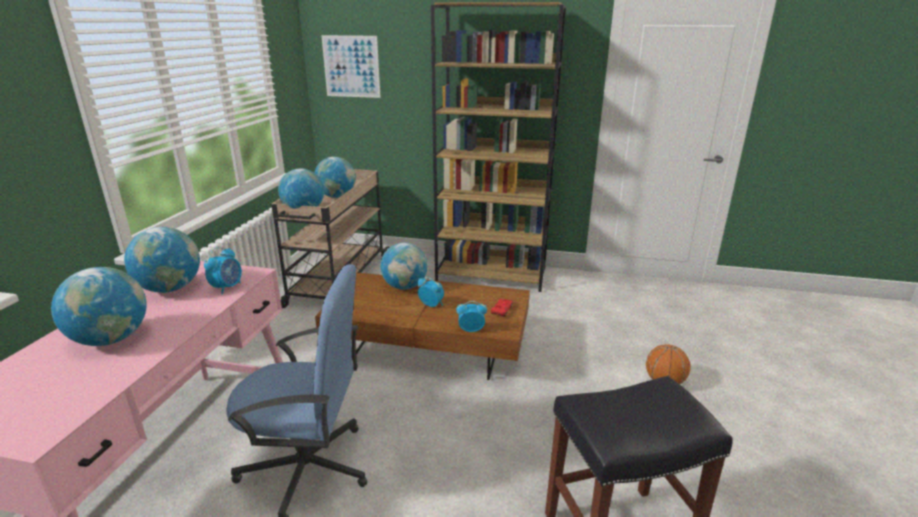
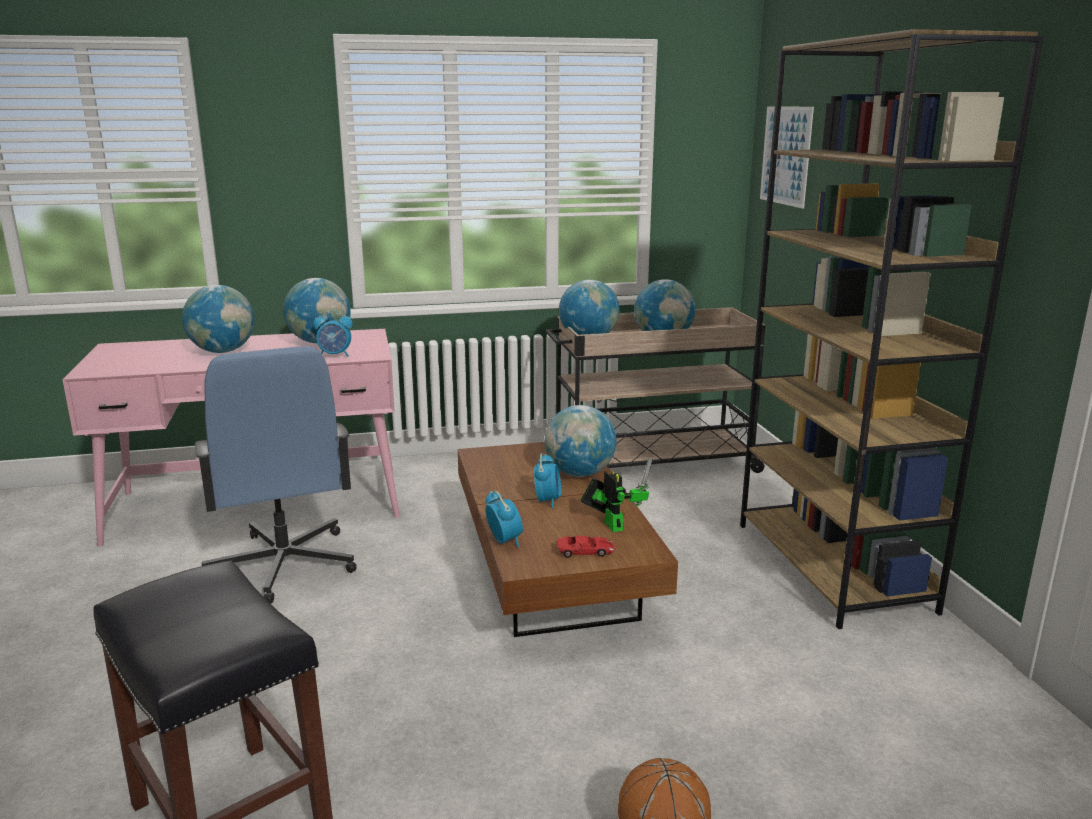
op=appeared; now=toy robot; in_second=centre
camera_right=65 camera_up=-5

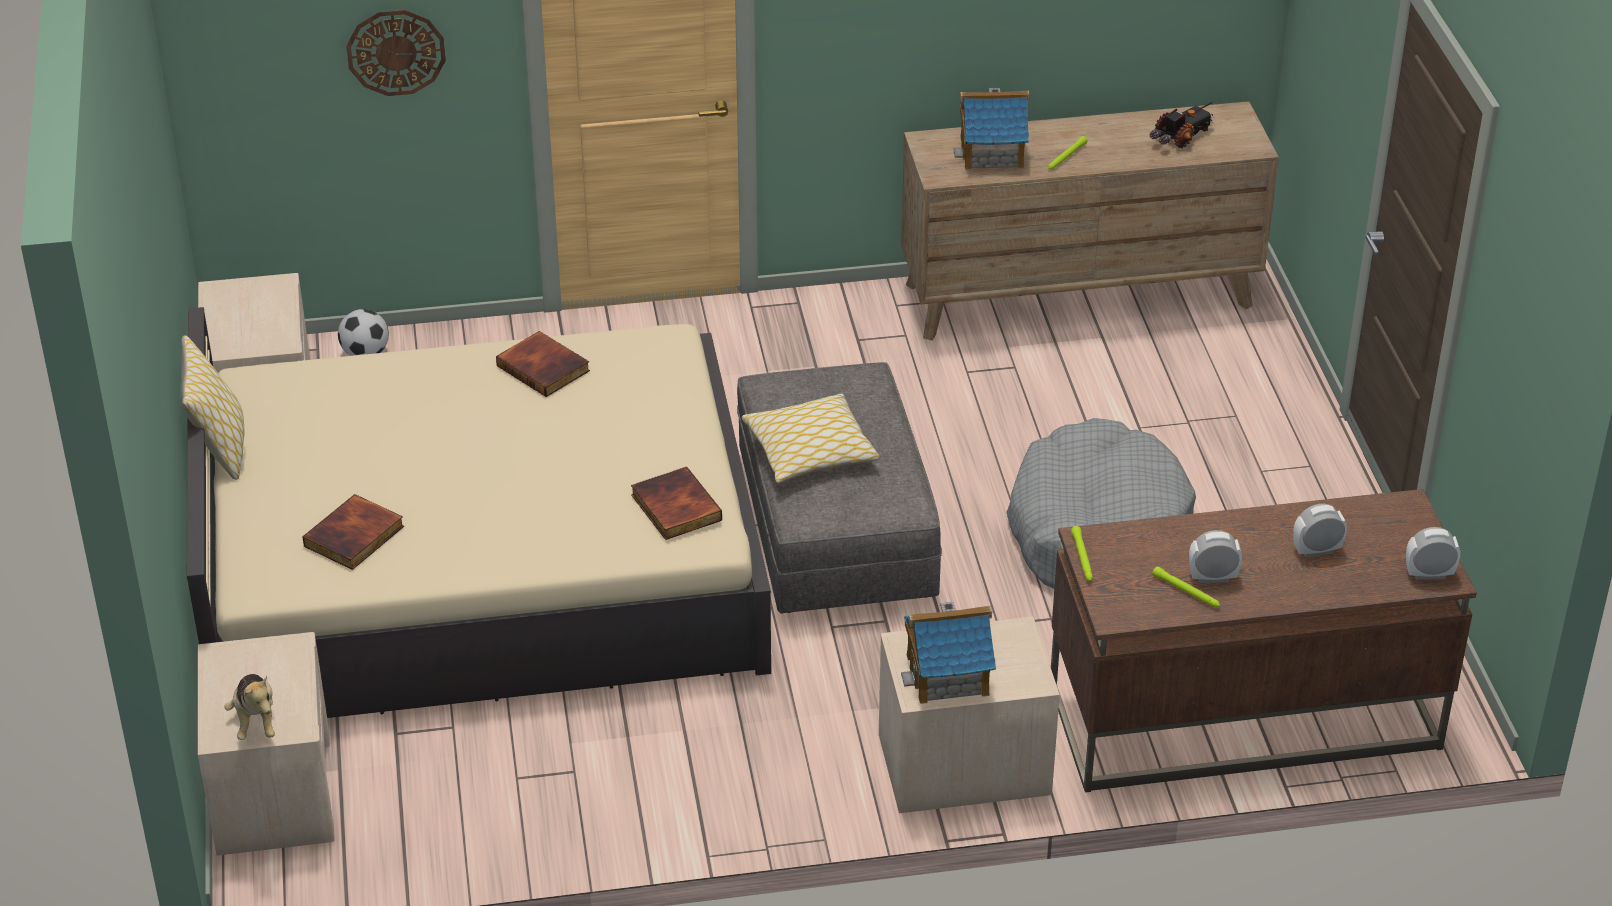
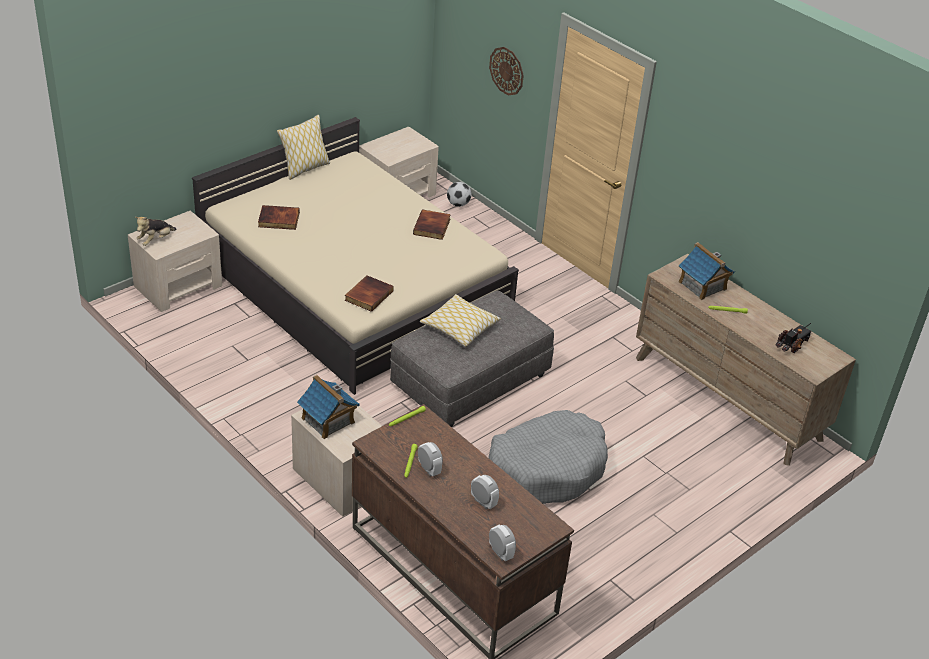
op=spun; was=toy truck; in_first=top right; in_second=middle right; clockwise=-60
camera_right=55 camera_up=0

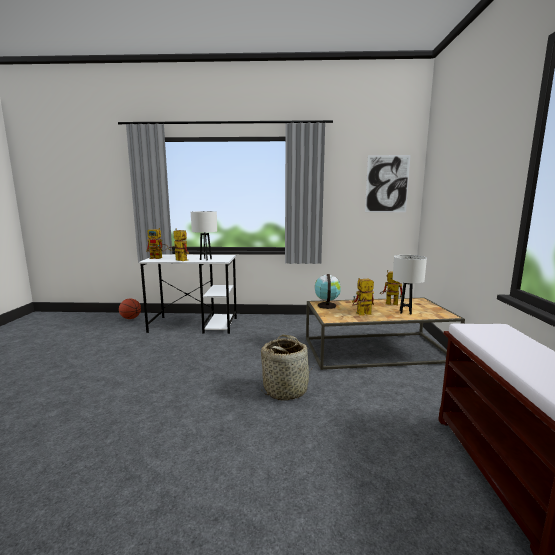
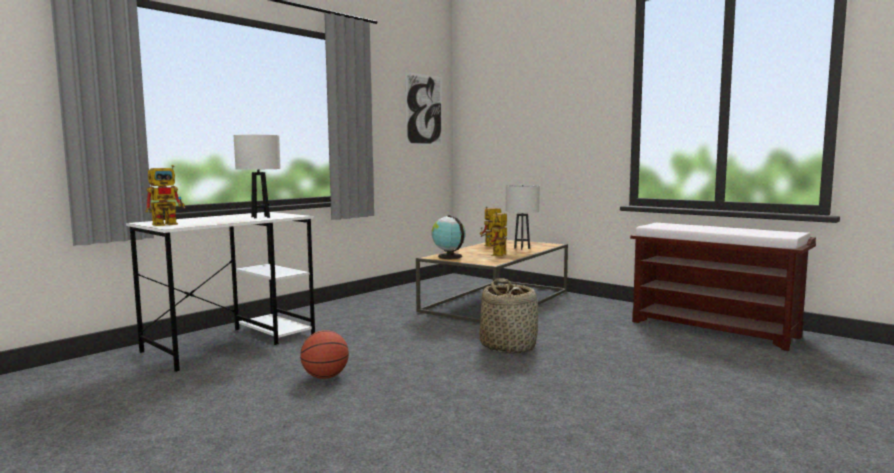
op=relocated; was=basketball; in_first=middle left; in_second=bottom centre
op=missing; was=toy robot (no. 2 from left); in_first=middle left
camera_right=-50 camera_up=-5

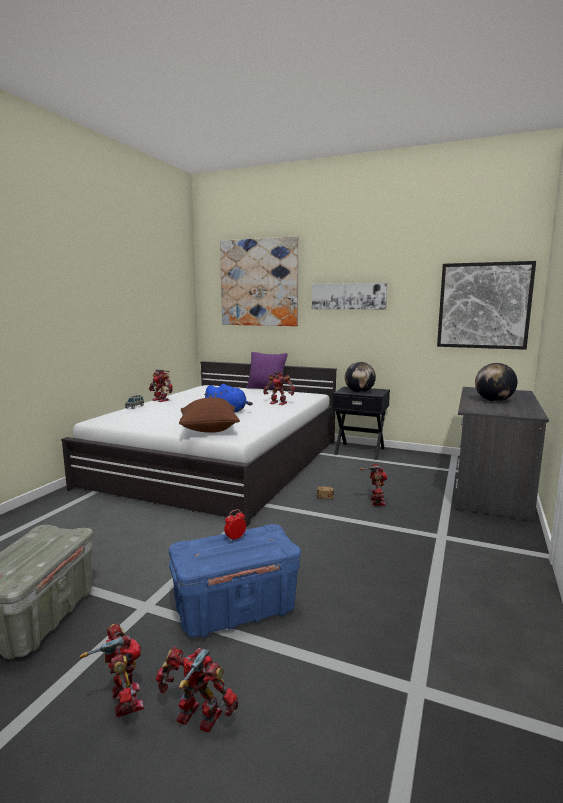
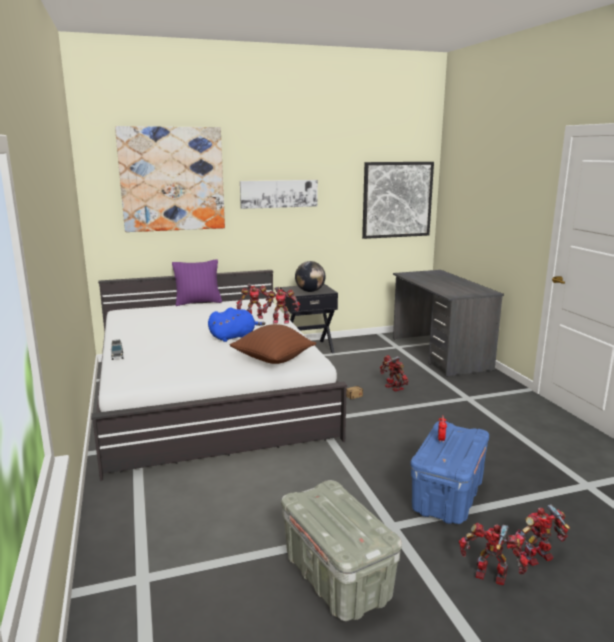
op=relocated; was=toy robot (no. 2 from left); in_first=middle left; in_second=centre
op=missing; was=globe (no. 2 from left); in_first=middle right
camera_right=-40 camera_up=5

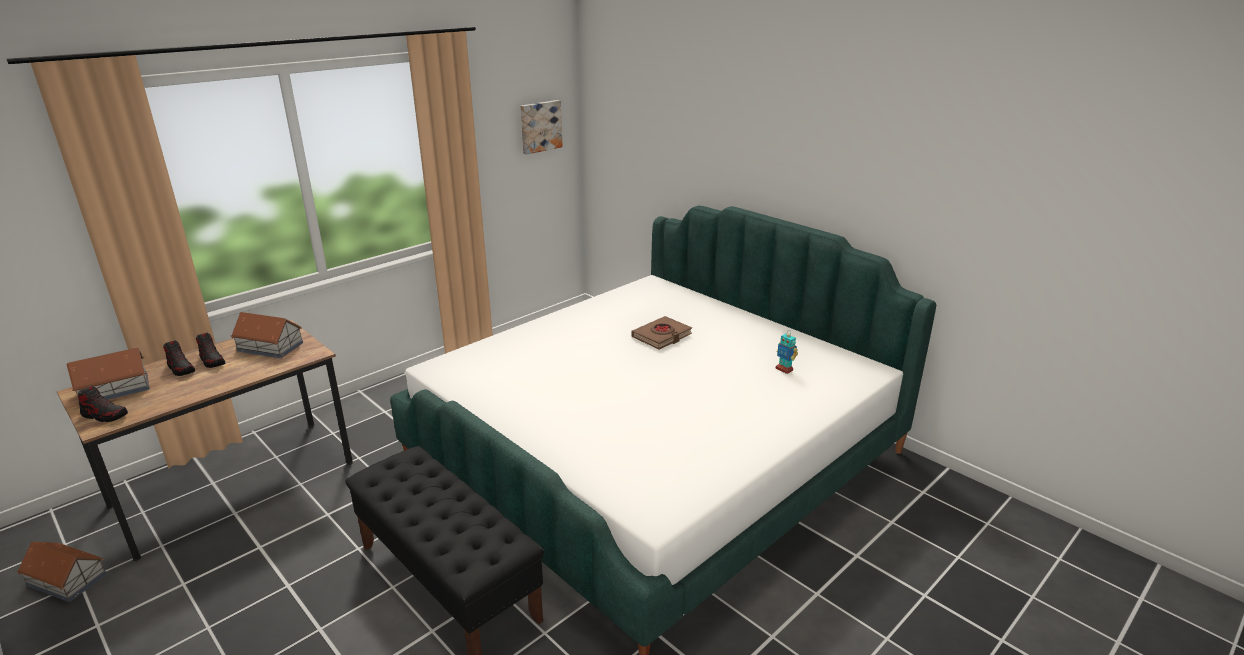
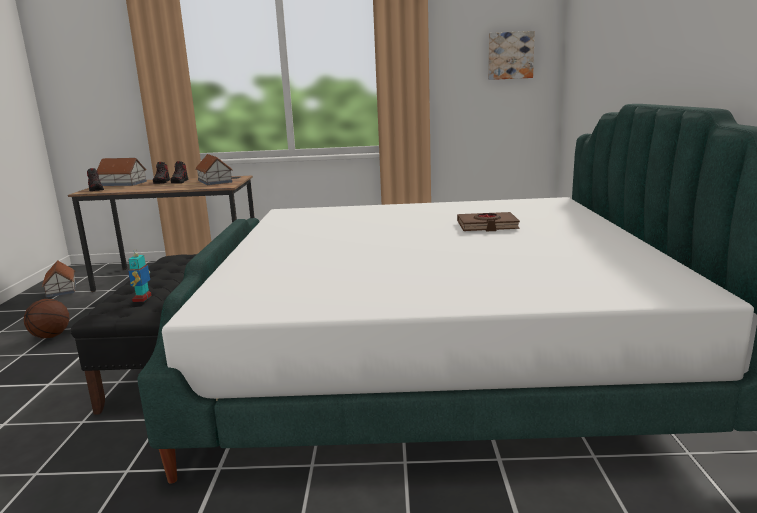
op=relocated; was=toy robot; in_first=centre; in_second=middle left
op=appeared; now=basketball; in_second=middle left
camera_right=45 camera_up=-10

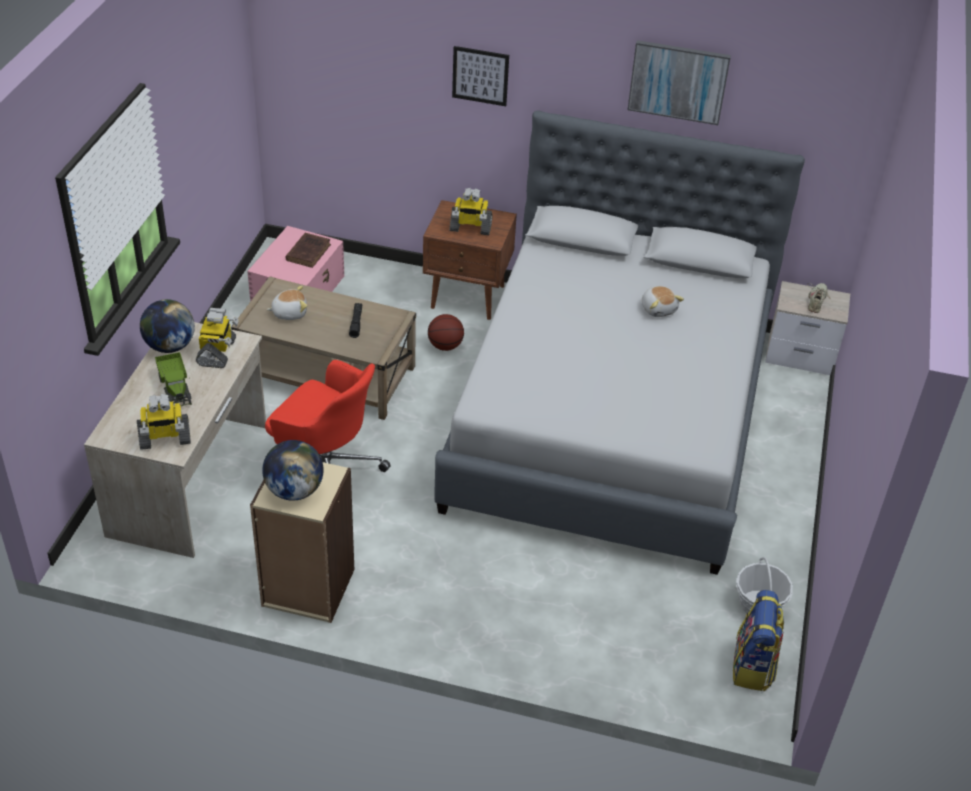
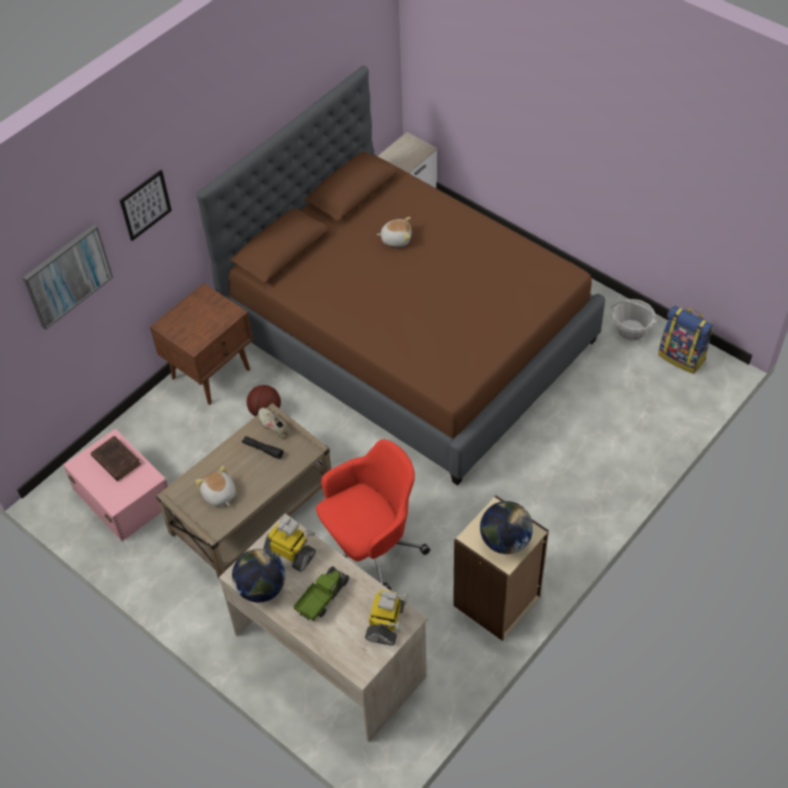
op=spun; was=toy truck; in_first=middle left; in_second=bottom centre; clockwise=-60
op=spun; was=plush toy (no. 1 from left); in_first=middle left; in_second=middle left; clockwise=-45
op=colour; was=grey bed; now=brown bed; in_first=centre; in_second=centre
op=missing; was=toy robot (no. 3 from left); in_first=top centre
op=relocated; was=picture (no. 2 from left in the first image); now=picture (no. 1 from left); in_first=top right; in_second=middle left
op=relocated; was=beige shoe; in_first=middle right; in_second=centre
camera_right=-60 camera_up=10

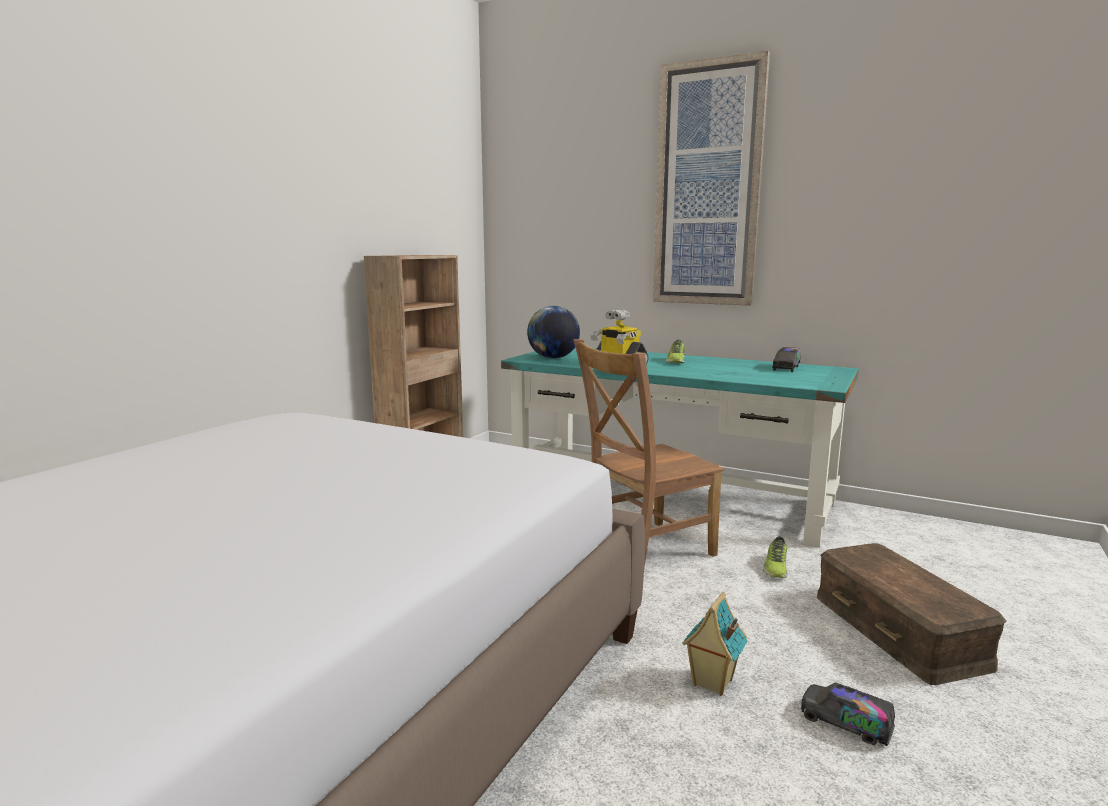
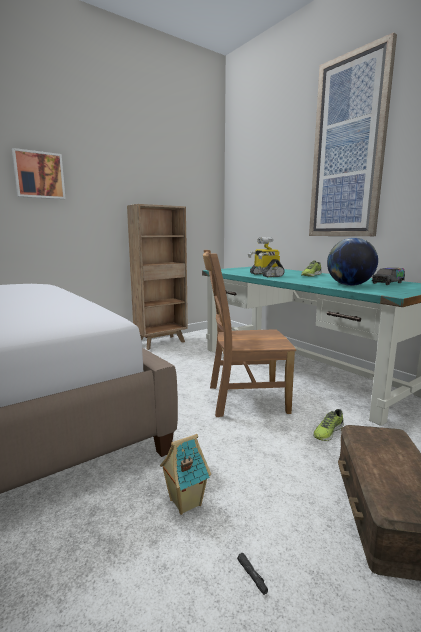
op=relocated; was=globe; in_first=centre; in_second=middle right
op=exchanged; was=toy truck (no. 2 from left); now=black flashlight; in_first=bottom right; in_second=bottom centre
op=appeared; now=picture (no. 1 from left); in_second=top left
camera_right=25 camera_up=0

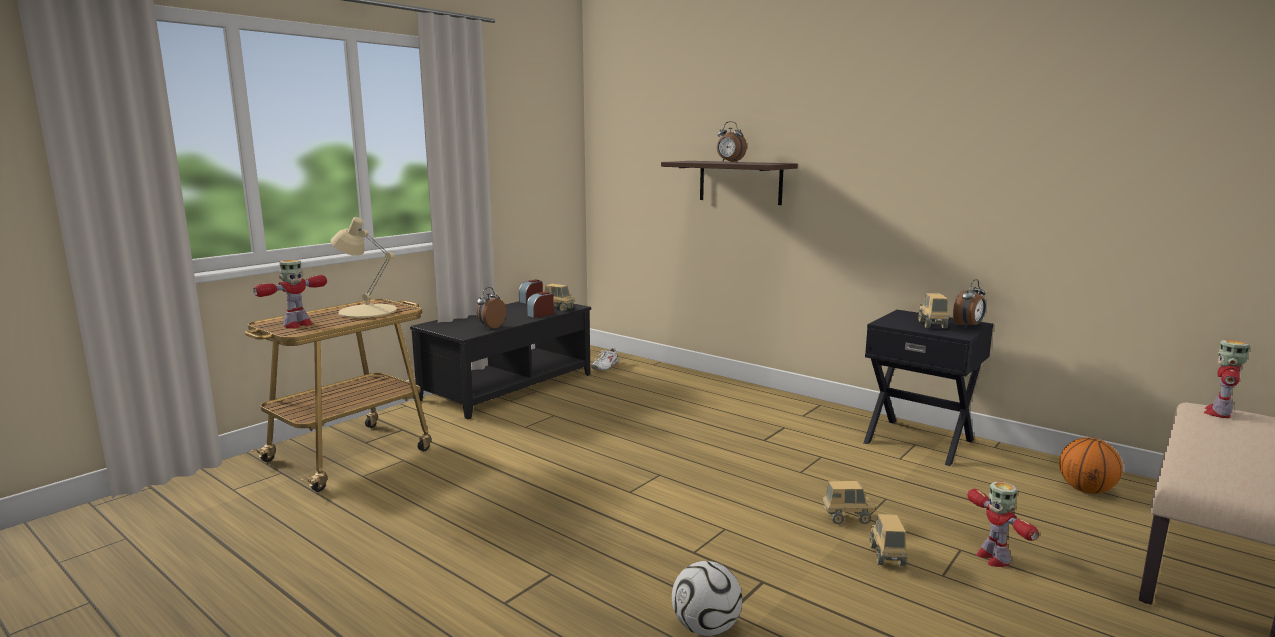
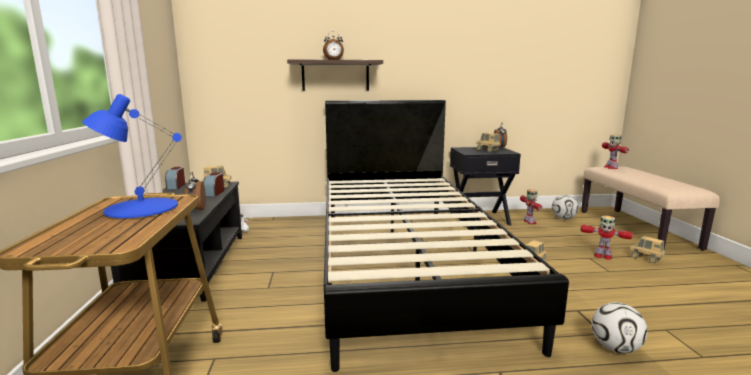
op=relocated; was=toy robot (no. 1 from left); in_first=middle left; in_second=middle right
op=colour; was=beige table lamp; now=blue table lamp; in_first=middle left; in_second=middle left
op=relocated; was=toy truck (no. 3 from left in the first image); now=toy truck (no. 4 from left); in_first=bottom right; in_second=middle right
op=exchanged; was=basketball; now=football (no. 1 from left); in_first=bottom right; in_second=middle right
op=appeared; now=black bed; in_second=centre
camera_right=-45 camera_up=0

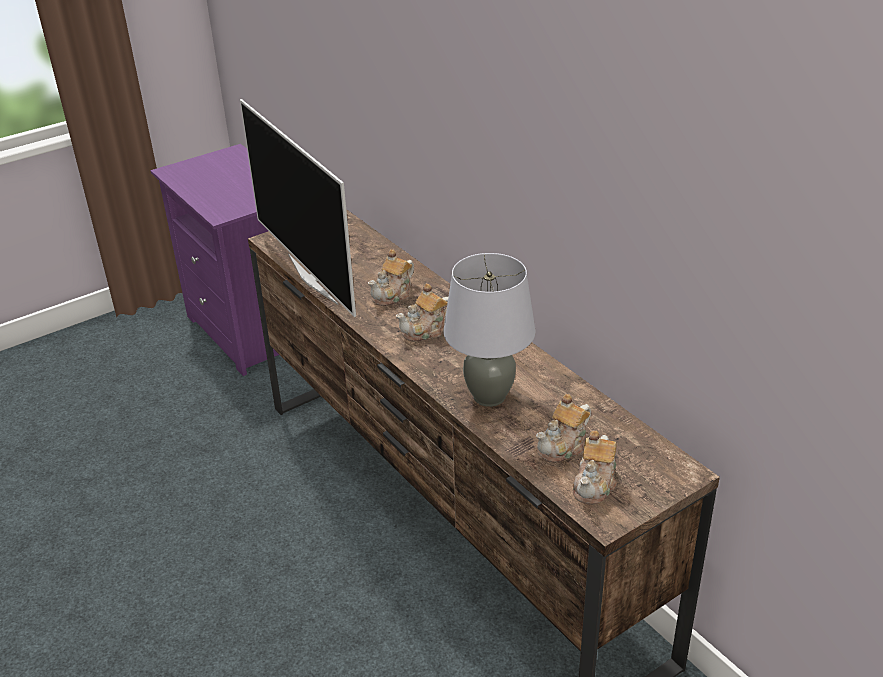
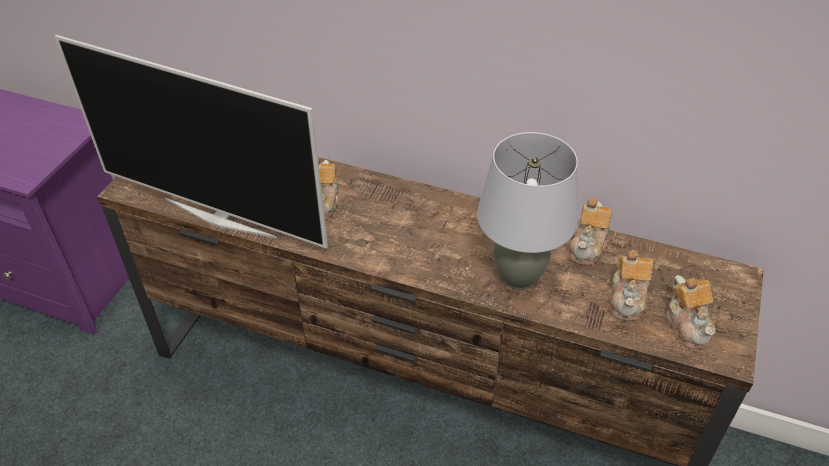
op=relocated; was=teapot (no. 2 from left); in_first=centre; in_second=middle right
camera_right=-35 camera_up=10

